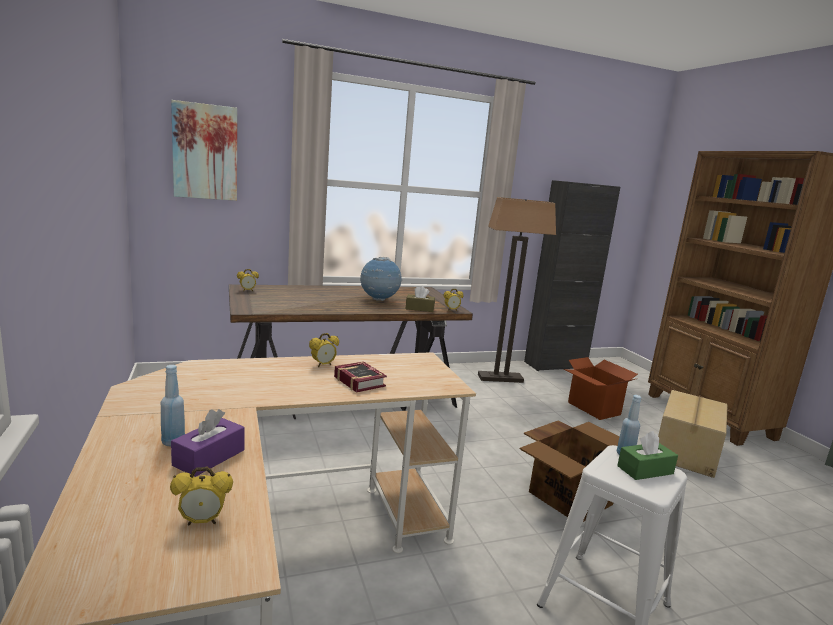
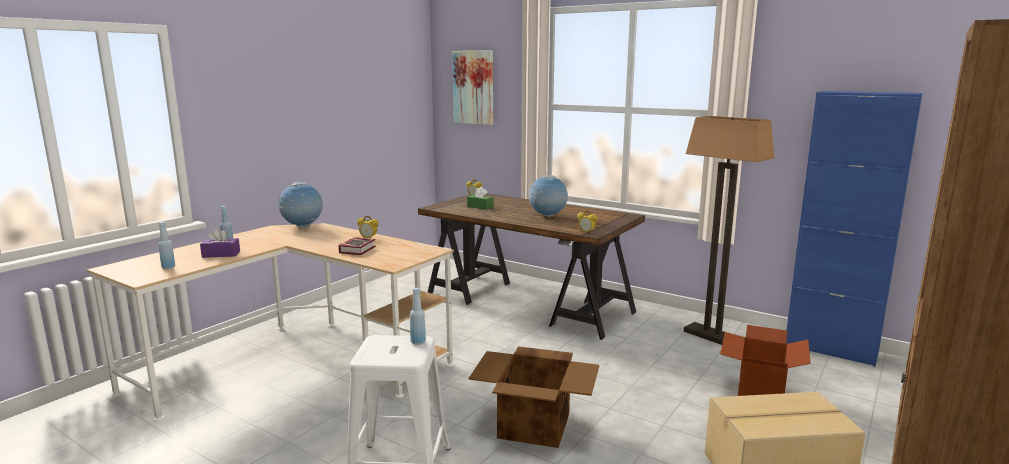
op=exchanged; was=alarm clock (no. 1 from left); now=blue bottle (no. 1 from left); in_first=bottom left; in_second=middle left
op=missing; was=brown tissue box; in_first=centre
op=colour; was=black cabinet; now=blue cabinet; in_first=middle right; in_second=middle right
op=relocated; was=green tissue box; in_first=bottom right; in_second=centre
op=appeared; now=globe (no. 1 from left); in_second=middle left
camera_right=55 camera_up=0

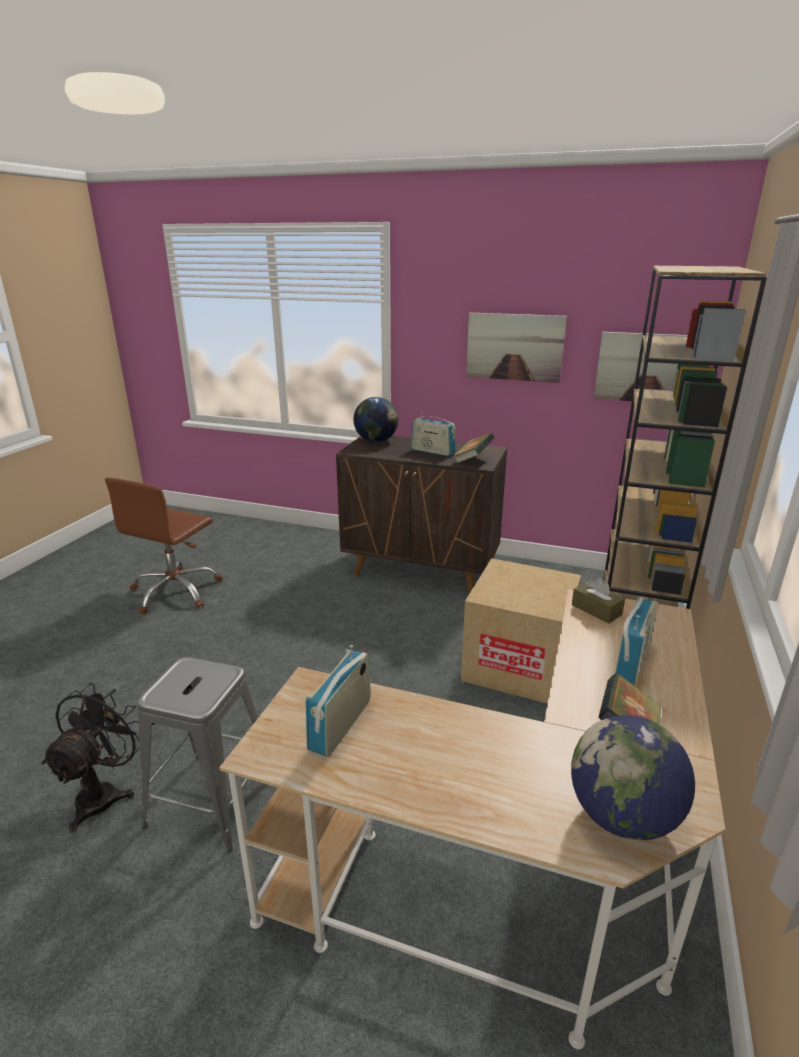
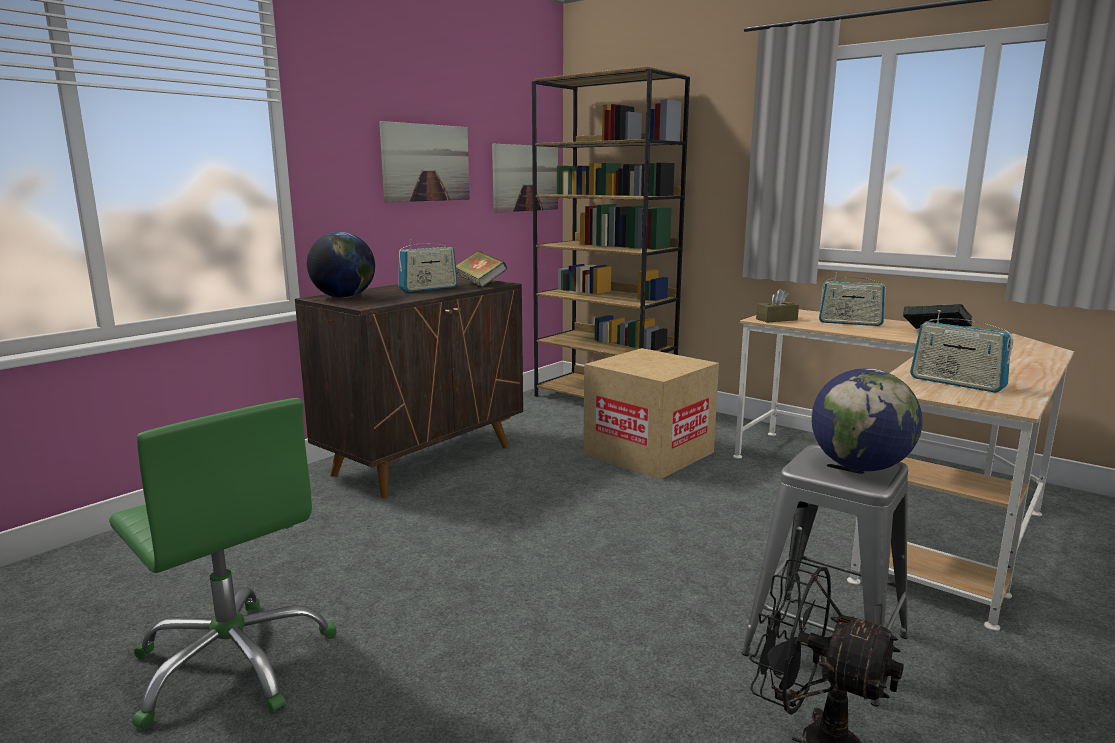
op=colour; was=brown office chair; now=green office chair; in_first=middle left; in_second=bottom left
op=relocated; was=globe (no. 2 from left); in_first=bottom right; in_second=middle right
op=spun; was=radio (no. 3 from left in the first image); in_first=middle right; in_second=middle right; clockwise=150
camera_right=-70 camera_up=-10

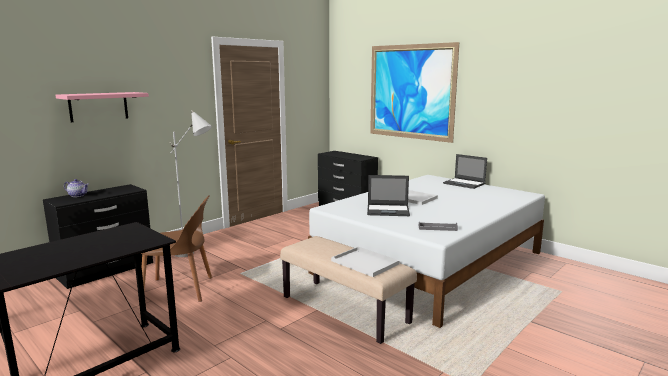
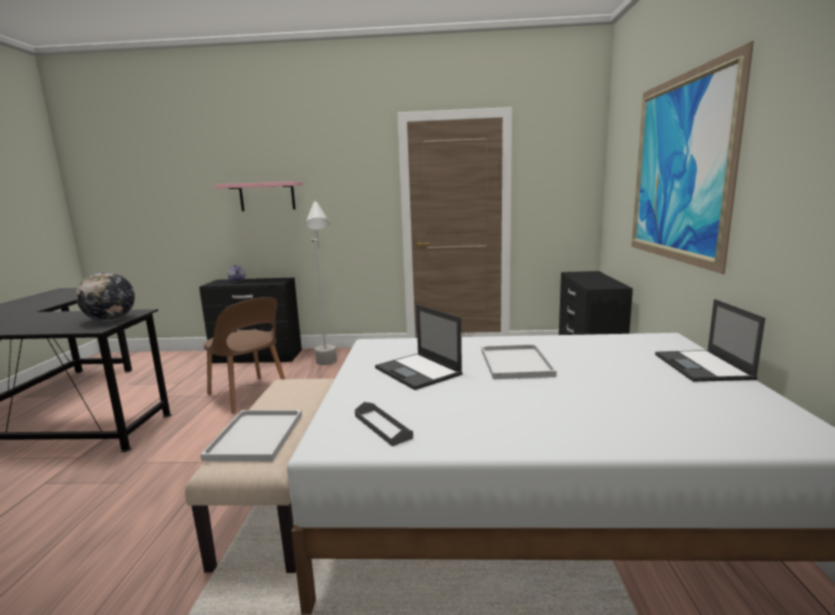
op=appeared; now=globe; in_second=middle left
camera_right=50 camera_up=0

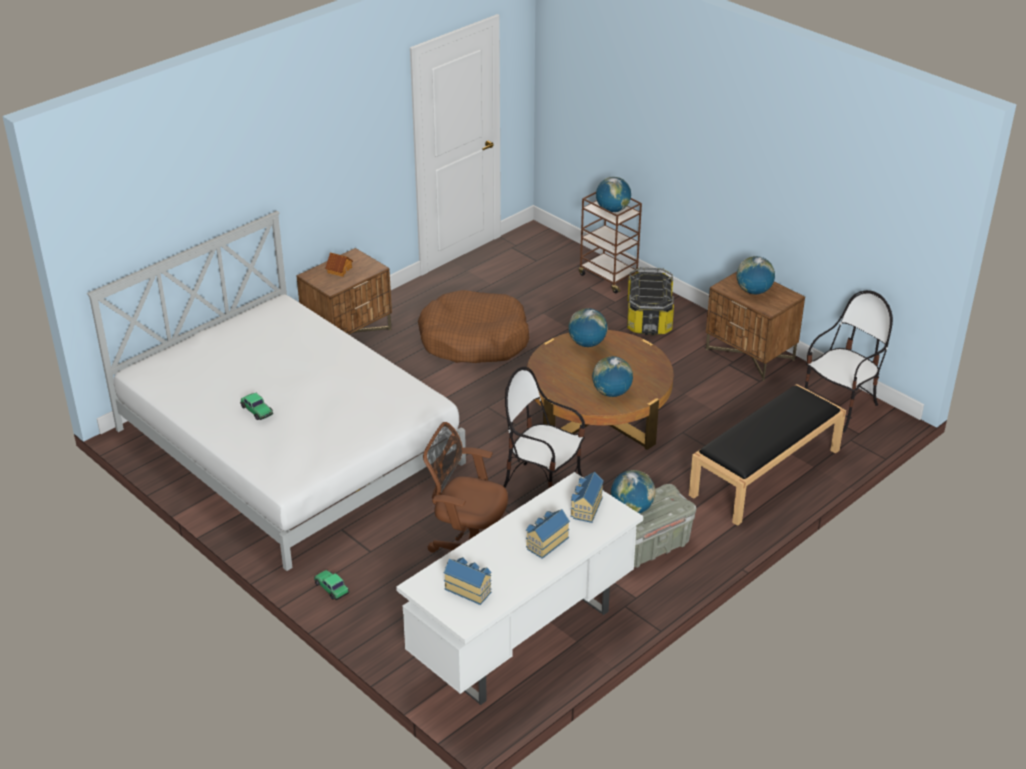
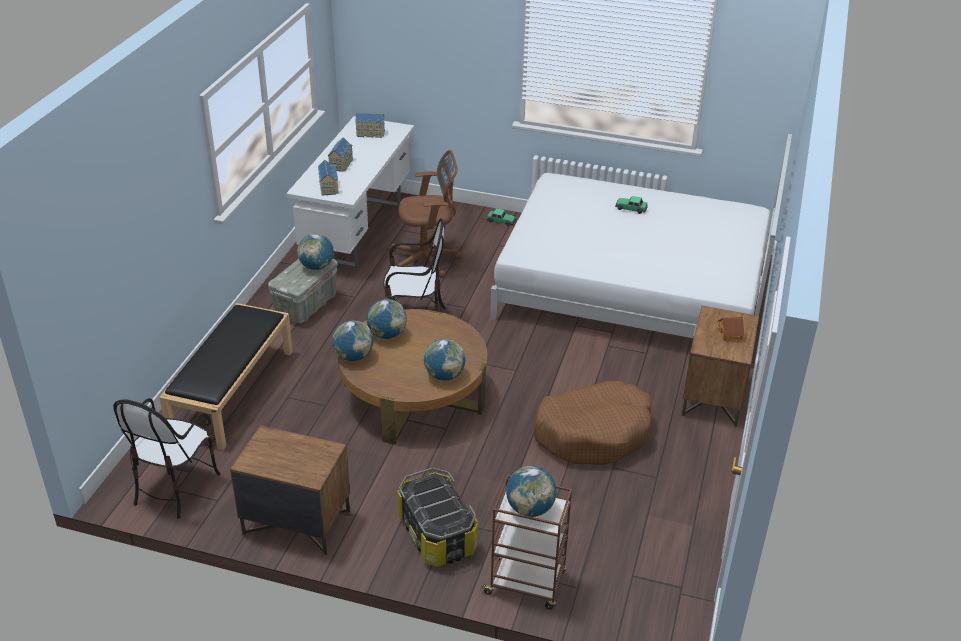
op=relocated; was=globe (no. 5 from left in the first image); now=globe (no. 2 from left); in_first=middle right; in_second=centre
camera_right=150 camera_up=0

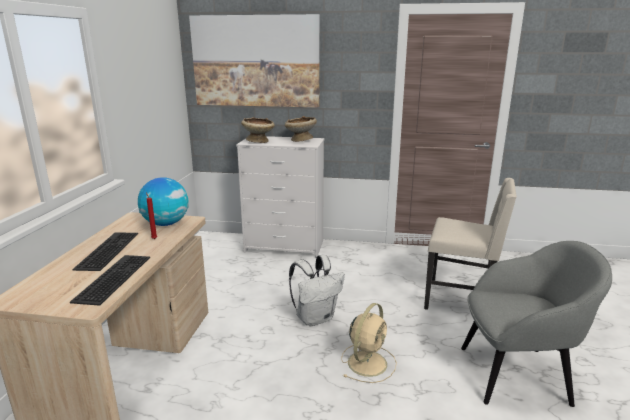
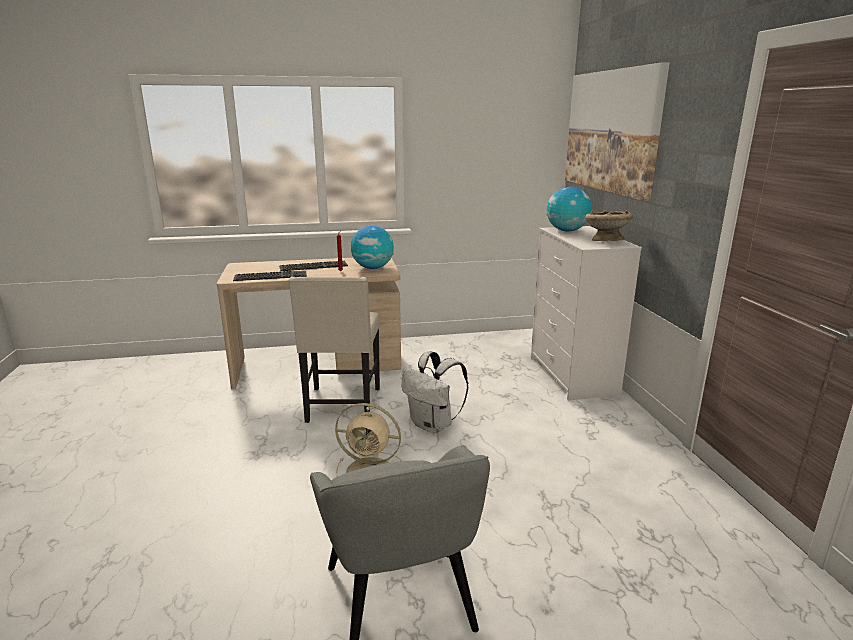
op=exchanged; was=beige bowl (no. 1 from left); now=globe (no. 2 from left); in_first=top centre; in_second=top right
op=relocated; was=beige chair; in_first=middle right; in_second=centre
camera_right=70 camera_up=0

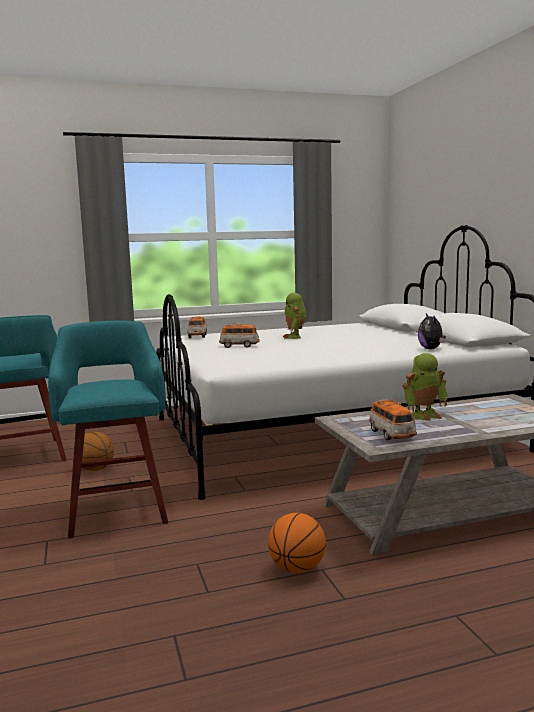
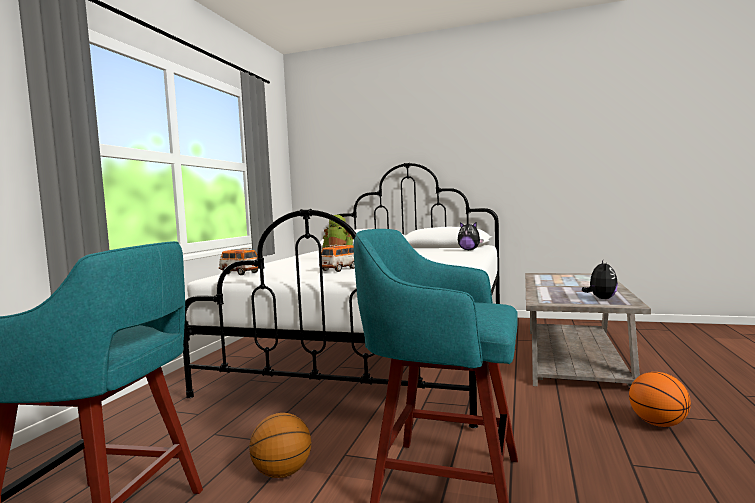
op=exchanged; was=toy car (no. 3 from left); now=plush toy (no. 2 from left); in_first=middle right; in_second=middle right
op=missing; was=toy robot (no. 2 from left); in_first=middle right
camera_right=-55 camera_up=-5

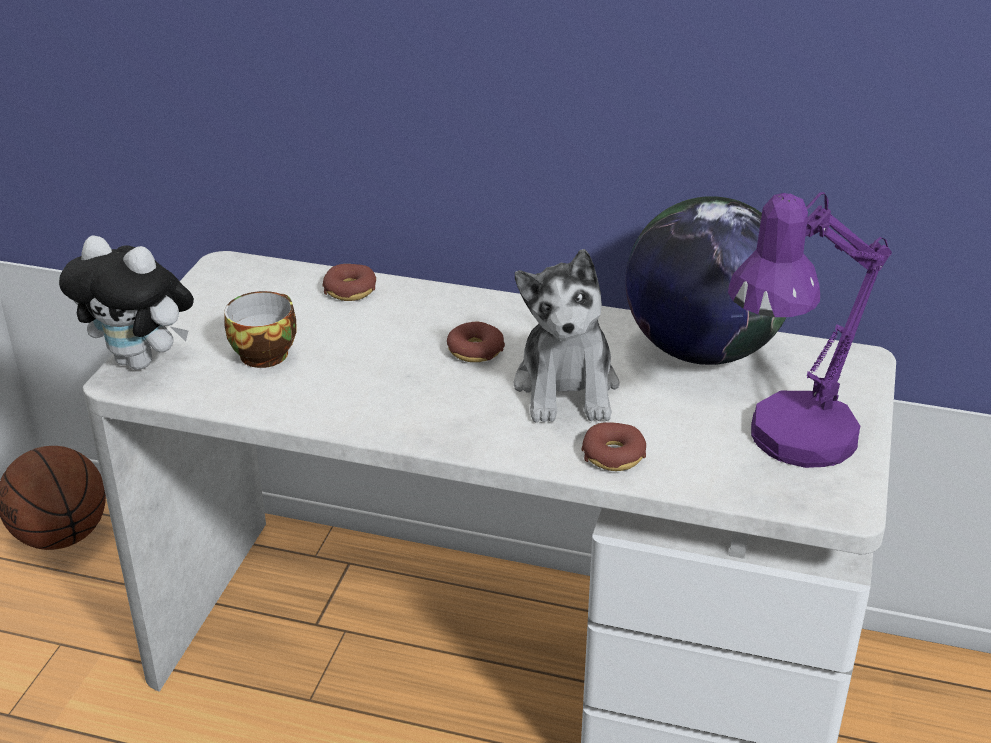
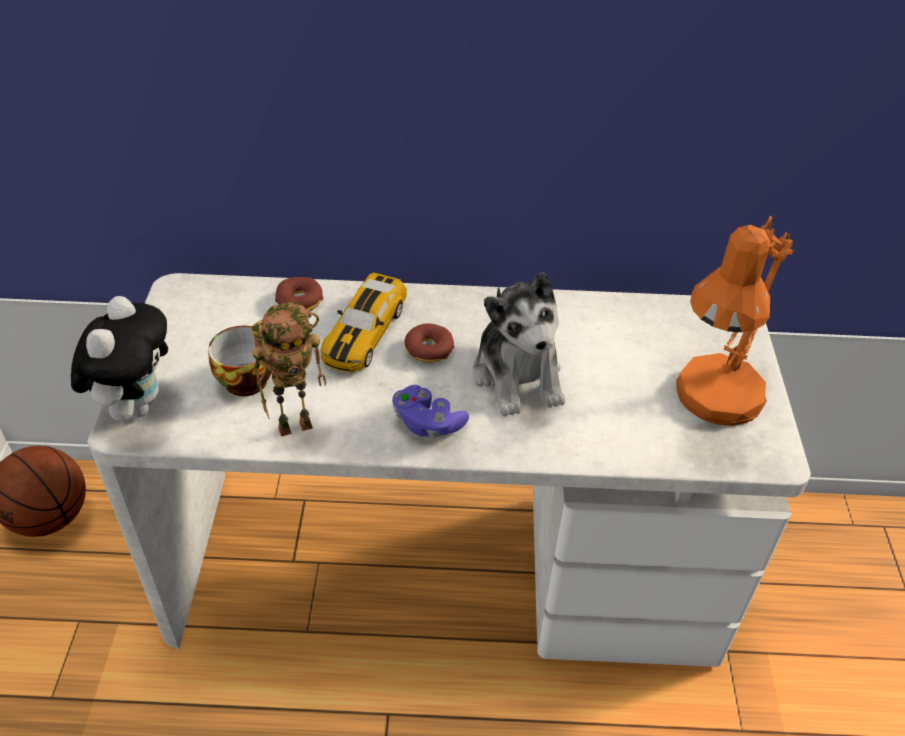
op=spun; was=plush toy (no. 1 from left); in_first=middle left; in_second=middle left; clockwise=-90
op=missing; was=donut (no. 3 from left); in_first=centre
op=missing; was=globe; in_first=middle right
op=colour; was=purple table lamp; now=orange table lamp; in_first=middle right; in_second=middle right
op=appeared; now=toy robot; in_second=middle left
op=appeared; now=toy car; in_second=centre
op=appeared; now=purple game controller; in_second=centre
camera_right=-15 camera_up=10

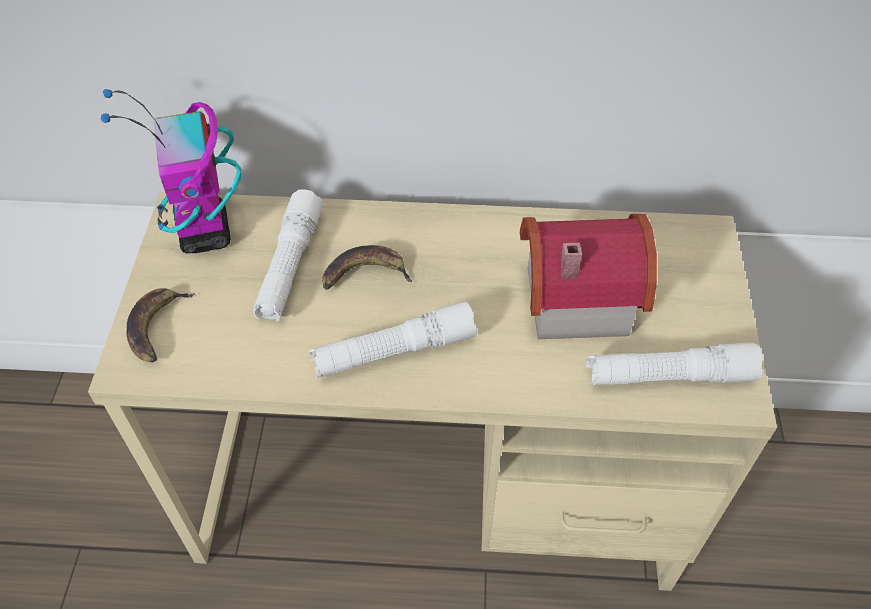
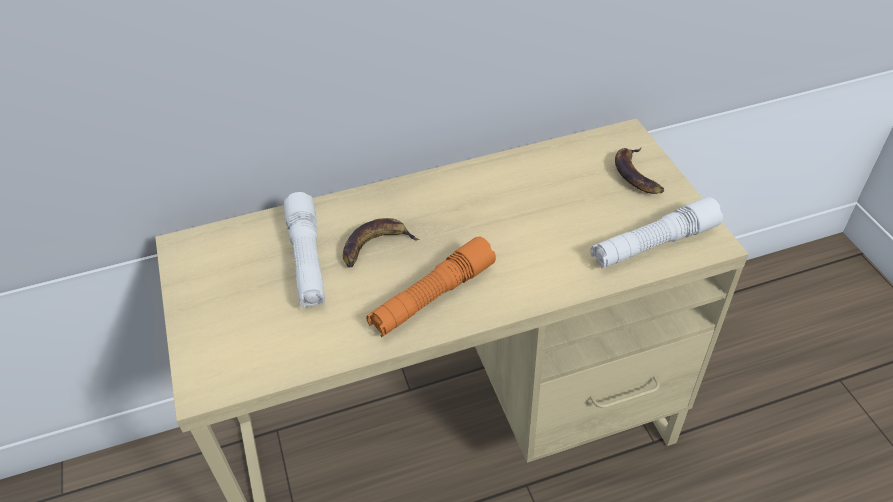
op=missing; was=toy robot; in_first=top left
op=relocated; was=banana (no. 1 from left in the first image); now=banana (no. 2 from left); in_first=middle left; in_second=middle right
op=colour; was=white flashlight (no. 2 from left); now=orange flashlight; in_first=centre; in_second=centre
op=missing; was=toy house; in_first=middle right
camera_right=-20 camera_up=-5

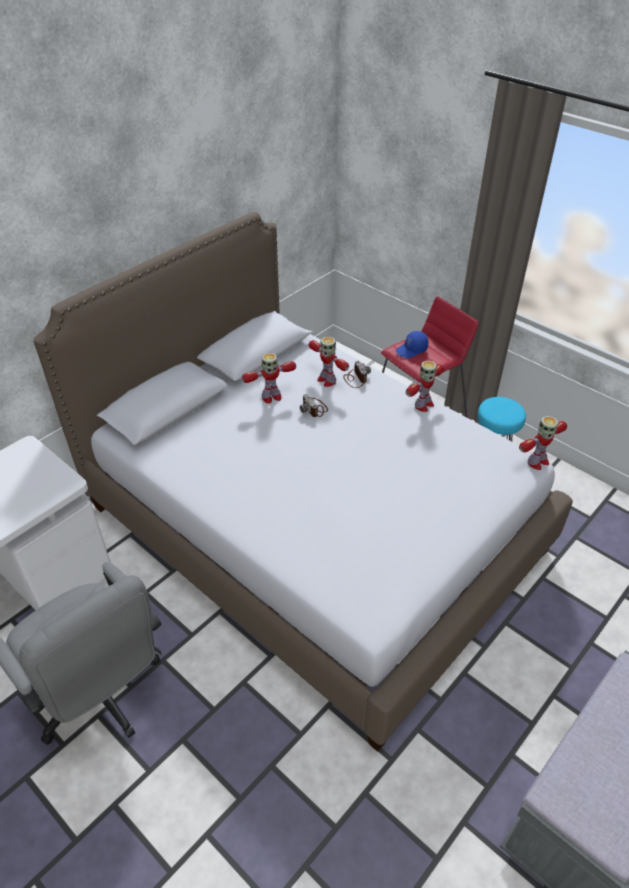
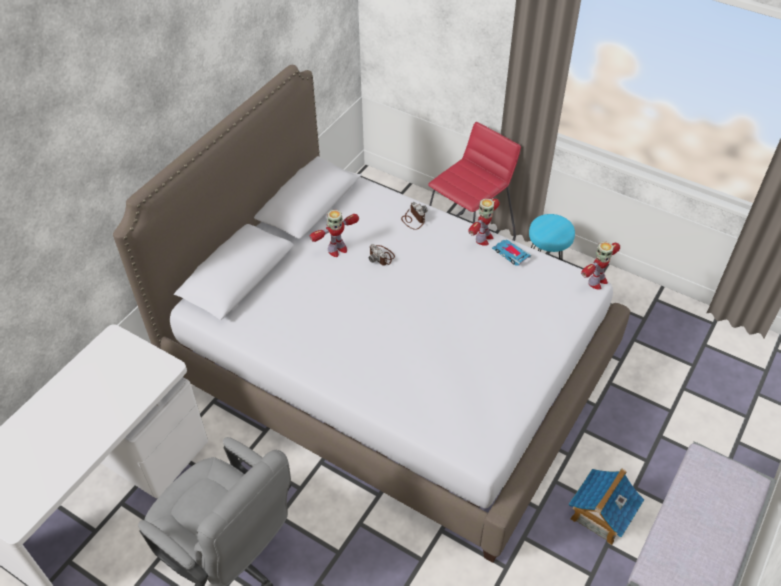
op=missing; was=toy robot (no. 2 from left); in_first=centre
op=missing; was=blue cap; in_first=centre
op=appeared; now=toy car; in_second=centre
op=appeared; now=toy house; in_second=bottom right
camera_right=-10 camera_up=5

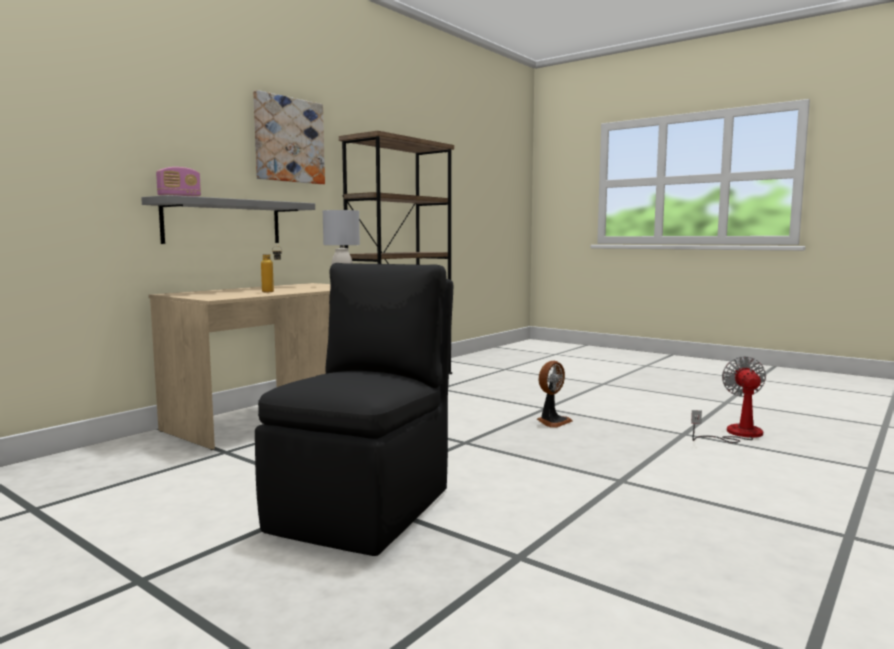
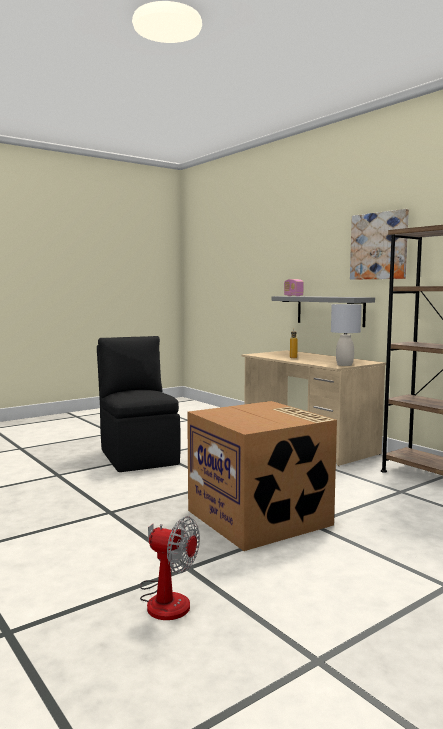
op=spun; was=black chair; in_first=centre; in_second=middle left; clockwise=-150
op=exchanged; was=fan (no. 1 from left); now=cardboard box; in_first=centre; in_second=centre
camera_right=105 camera_up=0

